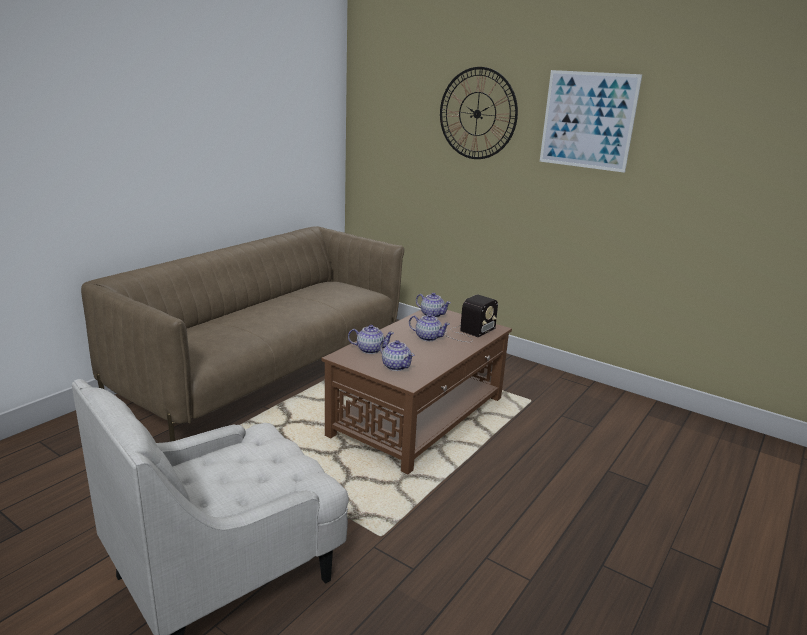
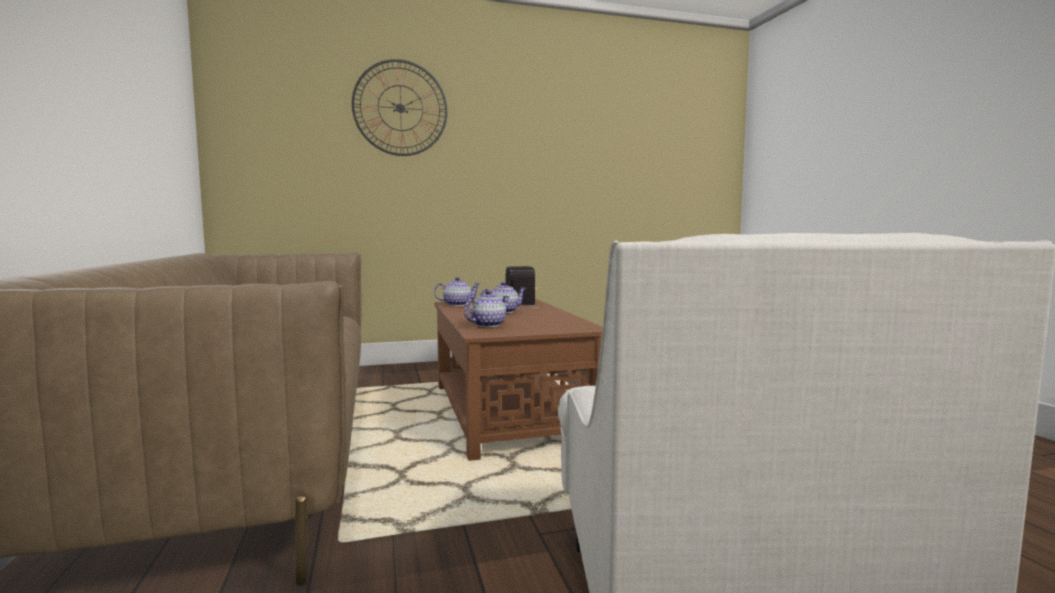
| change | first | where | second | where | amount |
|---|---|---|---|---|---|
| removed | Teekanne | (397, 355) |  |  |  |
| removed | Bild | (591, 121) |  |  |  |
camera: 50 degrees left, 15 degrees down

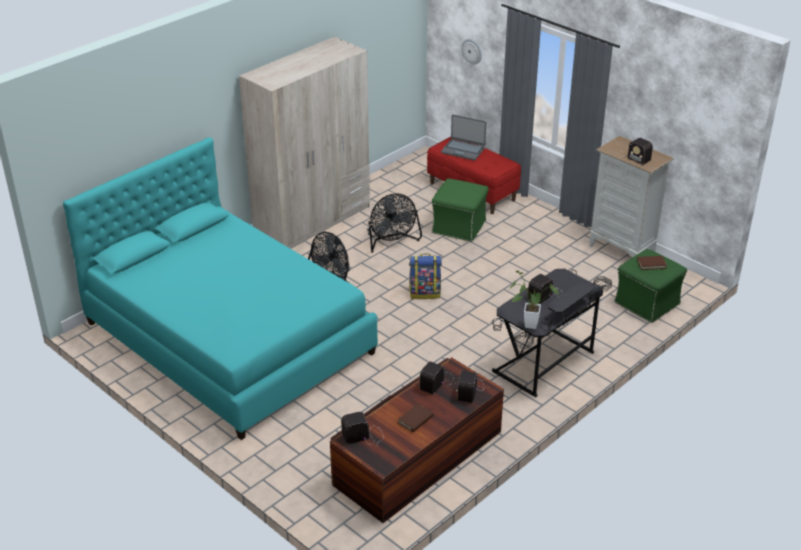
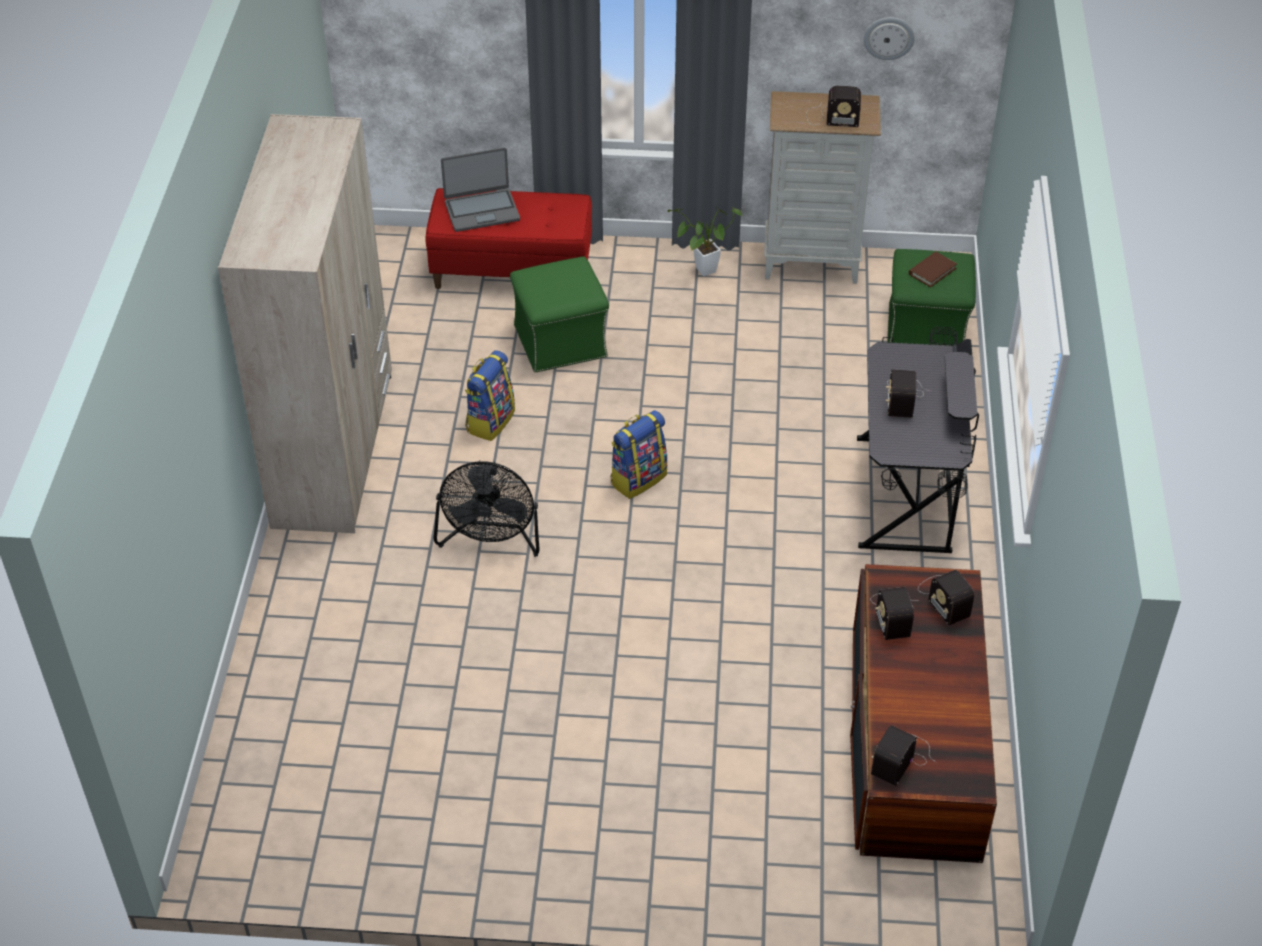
| change | first | where | second | where | amount |
|---|---|---|---|---|---|
| removed | Bett (türkis) | (220, 288) |  |  |  |
| removed | Buch (braun) | (416, 418) |  |  |  |
| moved | Wanduhr | (471, 52) |  | (889, 38) |  |
| moved | Topfpflanze | (533, 299) |  | (704, 241) |  |
| replaced | Ventilator (schwarz) | (394, 223) | Rucksack | (490, 395) |  |
camera: 40 degrees left, 10 degrees up

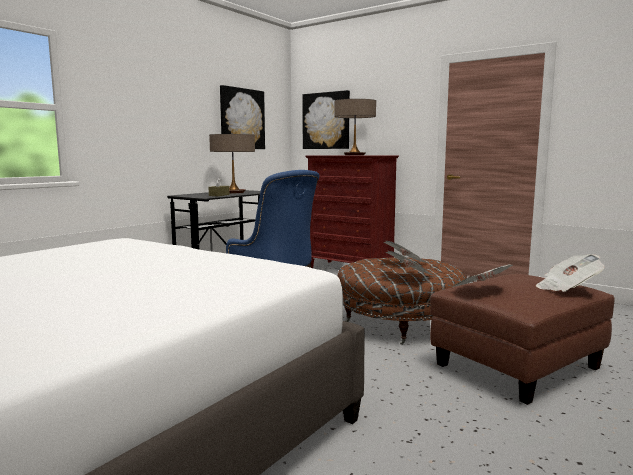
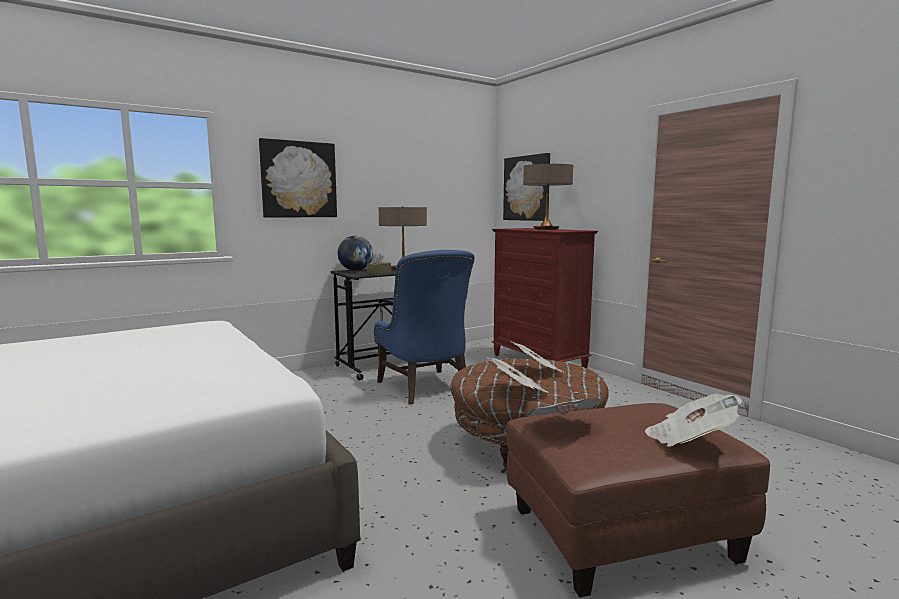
| change | first | where | second | where | amount |
|---|---|---|---|---|---|
| added |  |  | Globus | (355, 253) |  |
| moved | Bild | (242, 117) |  | (298, 178) |  |
camera: 20 degrees right, 0 degrees up

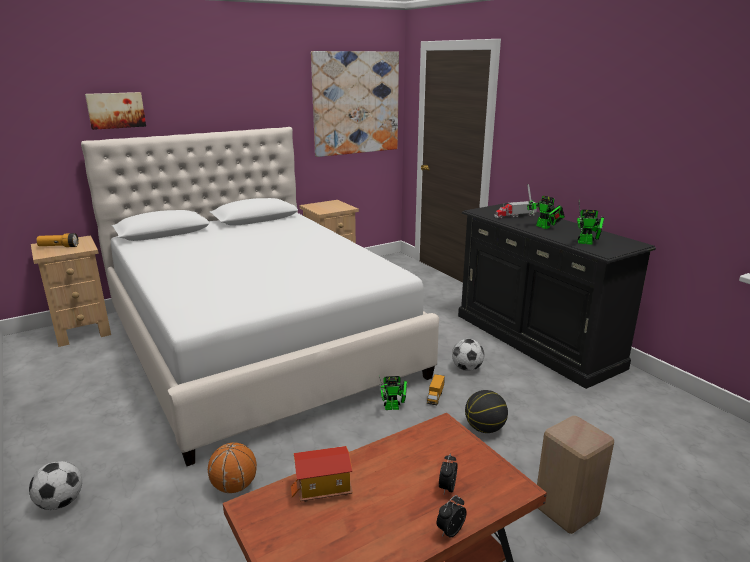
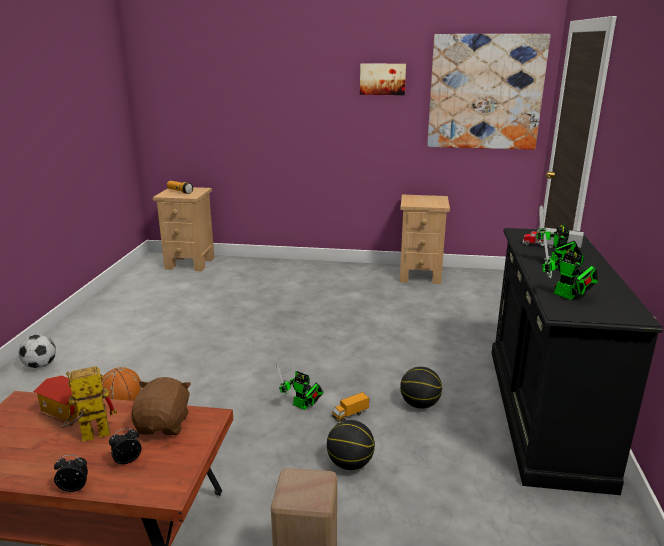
| change | first | where | second | where | amount |
|---|---|---|---|---|---|
| removed | Bett (weiß) | (260, 296) |  |  |  |
| added |  |  | Spielzeugroboter | (89, 404) |  |
| added |  |  | Plüschtier (braun) | (161, 406) |  |
| moved | Bild | (115, 111) |  | (383, 79) |  |
| replaced | Fußball | (468, 355) | Basketball | (421, 388) |  |
camera: 40 degrees right, 0 degrees up

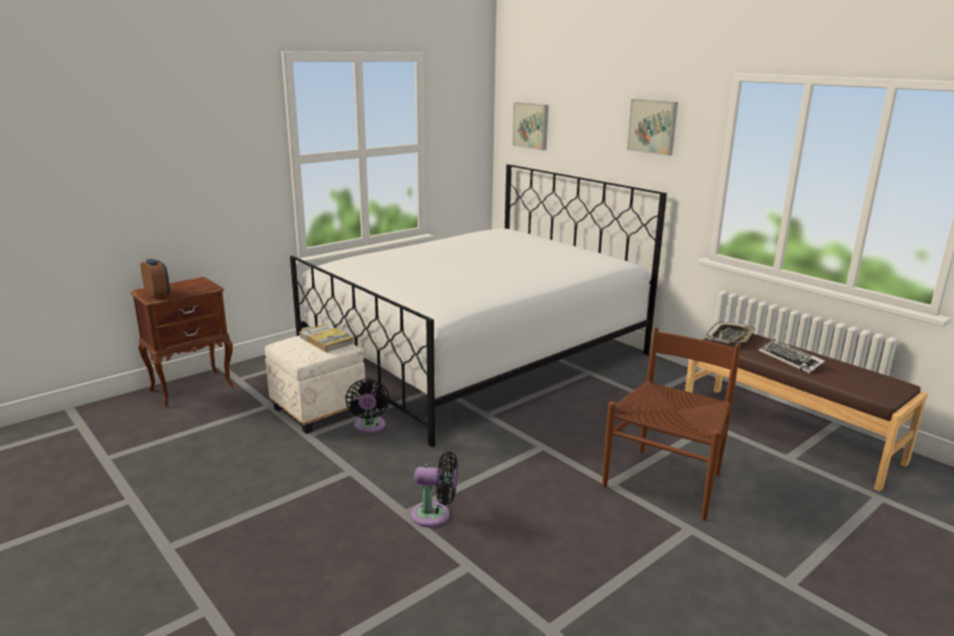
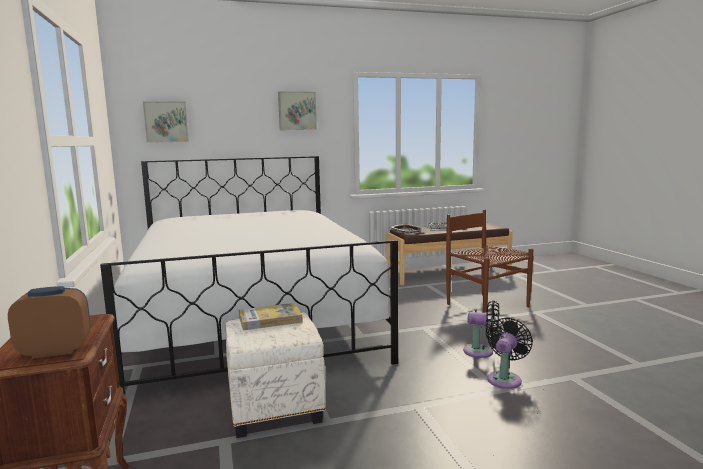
| change | first | where | second | where | amount |
|---|---|---|---|---|---|
| moved | Ventilator (schwarz) | (367, 406) |  | (481, 329) |  |
camera: 65 degrees left, 10 degrees down

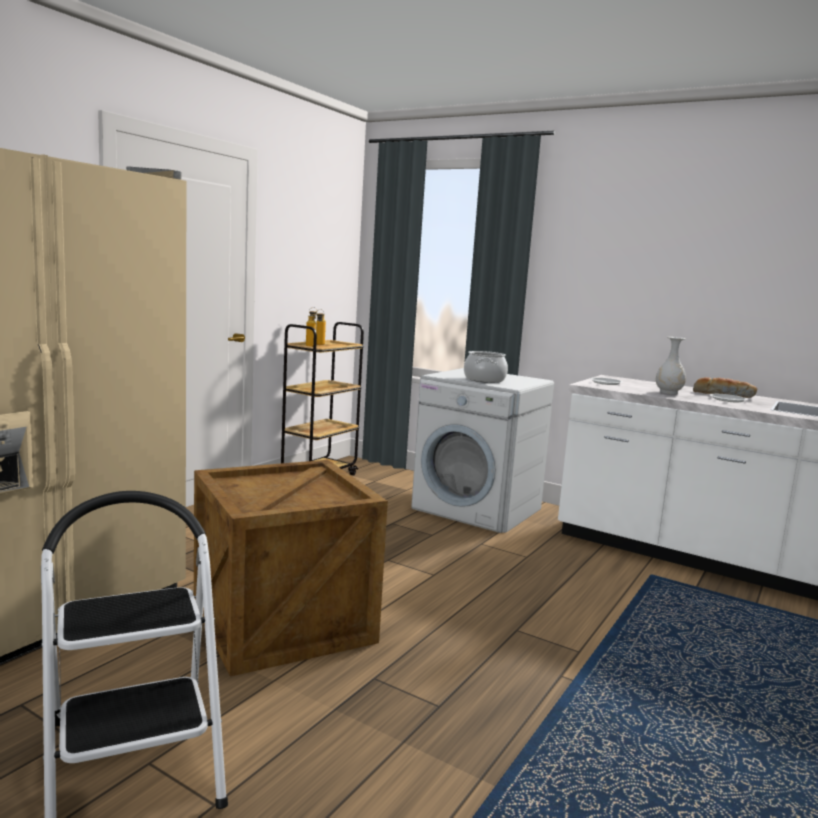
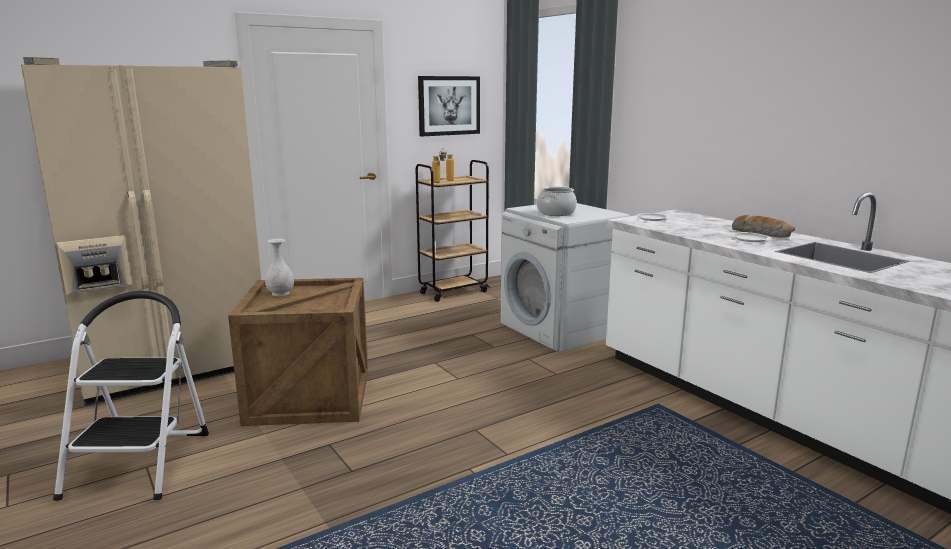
| change | first | where | second | where | amount |
|---|---|---|---|---|---|
| added |  |  | Bild | (449, 106) |  |
| moved | Vase (weiß) | (671, 365) |  | (279, 267) |  |
camera: 25 degrees right, 5 degrees up

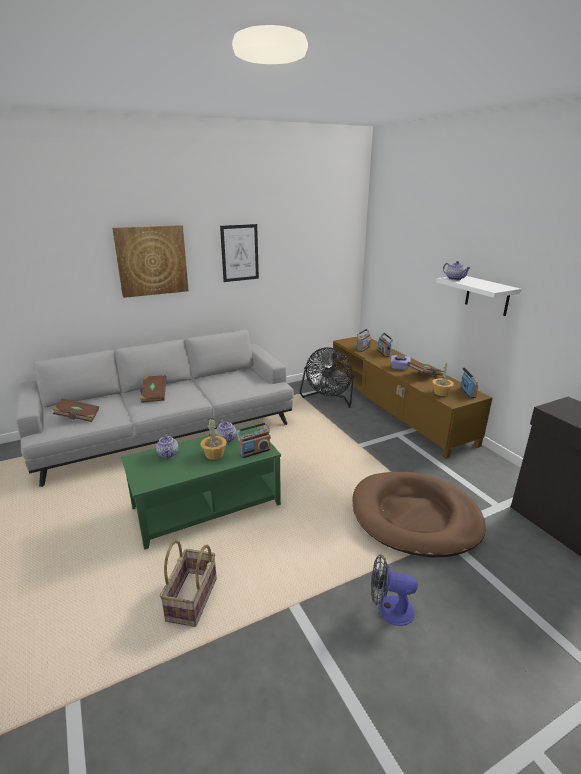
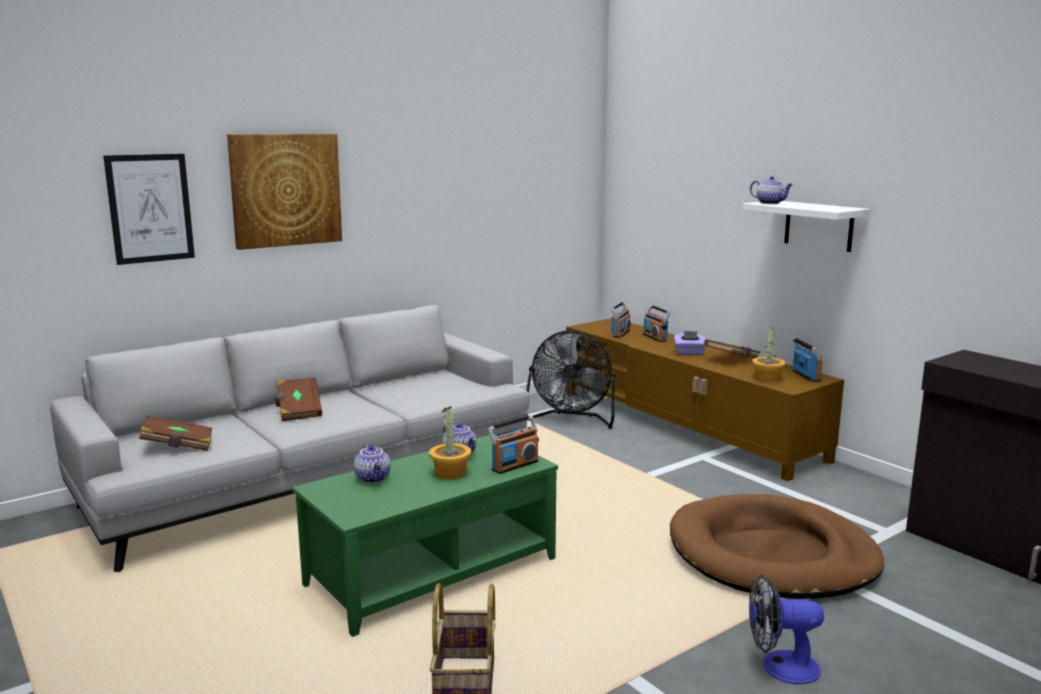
| change | first | where | second | where | amount |
|---|---|---|---|---|---|
| moved | Bild | (239, 253) |  | (149, 209) |  |
camera: 10 degrees left, 10 degrees down

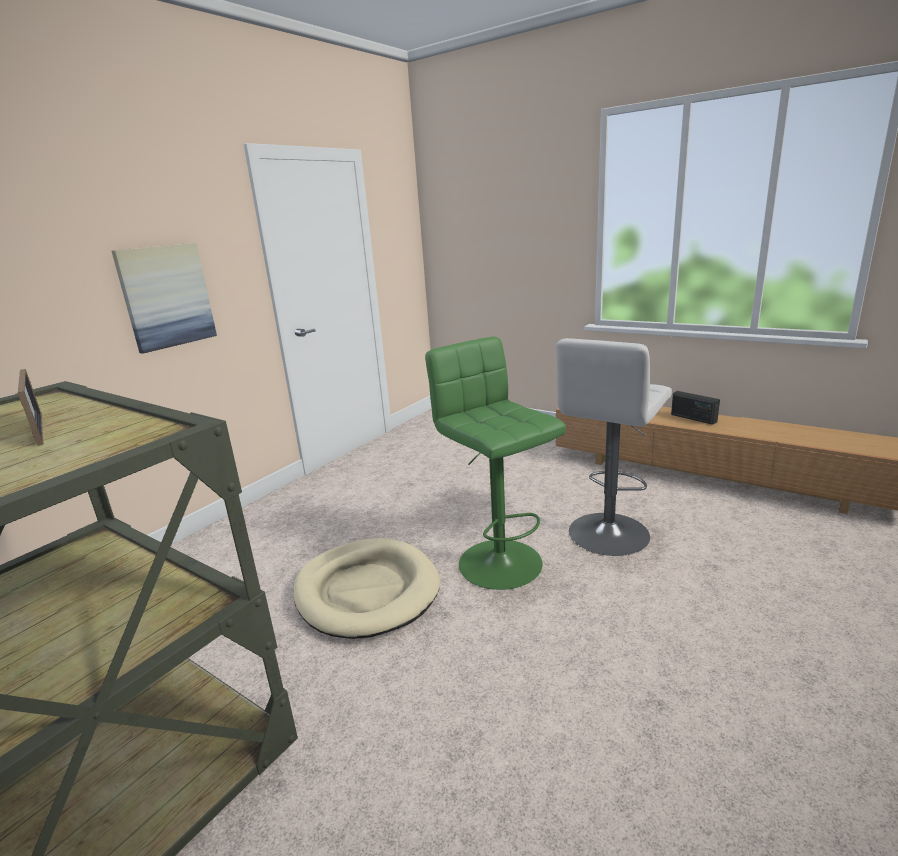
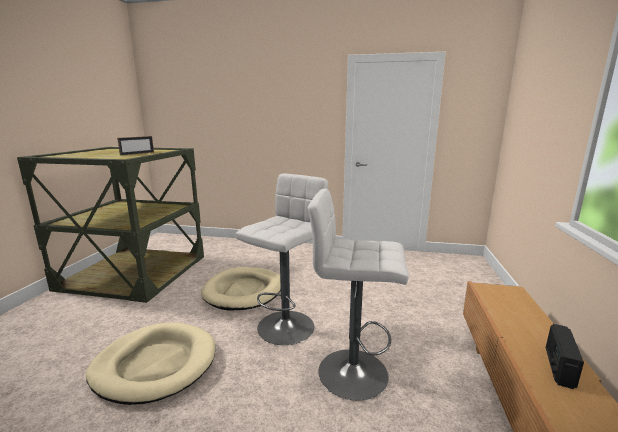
| change | first | where | second | where | amount |
|---|---|---|---|---|---|
| removed | Bild | (164, 298) |  |  |  |
| added |  |  | Hundebett (beige) | (150, 364) |  |
| recoloured | Hocker (grün) | (495, 463) | Hocker (weiß) | (282, 259) |  |
camera: 65 degrees right, 5 degrees down

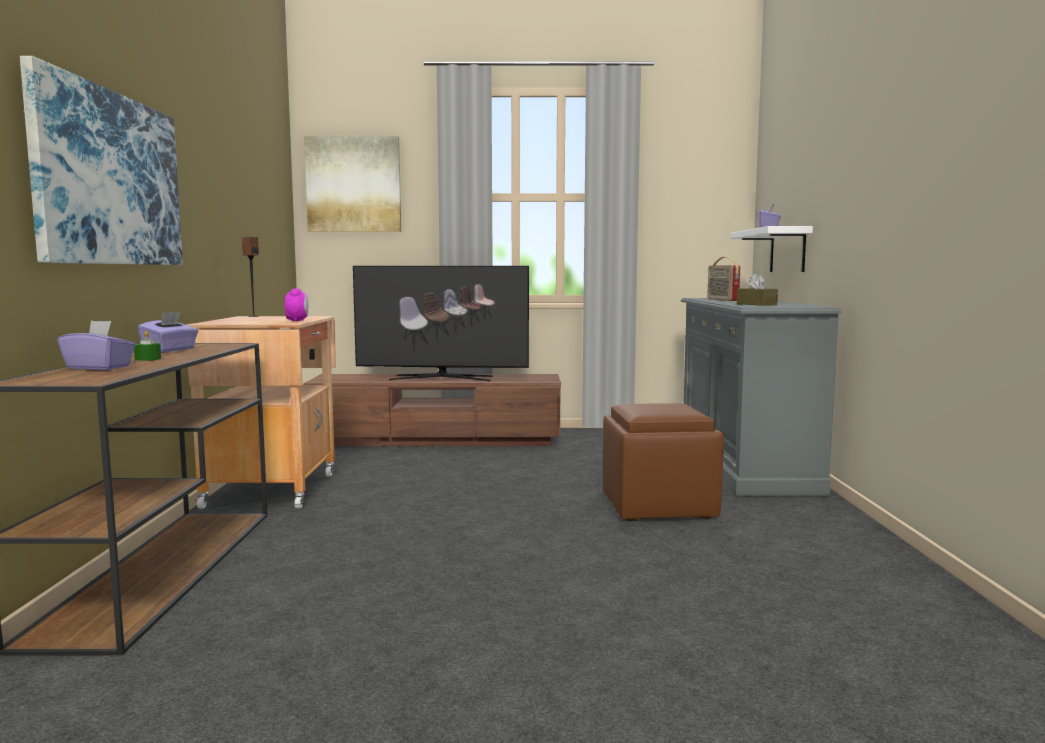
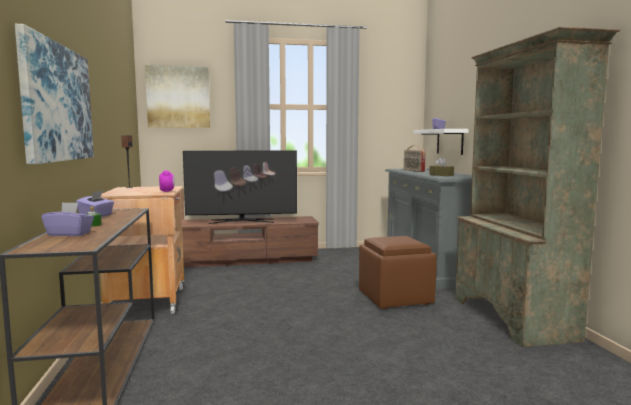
| change | first | where | second | where | amount |
|---|---|---|---|---|---|
| added |  |  | Bücherregal (grün) | (537, 187) |  |
camera: 10 degrees left, 0 degrees up

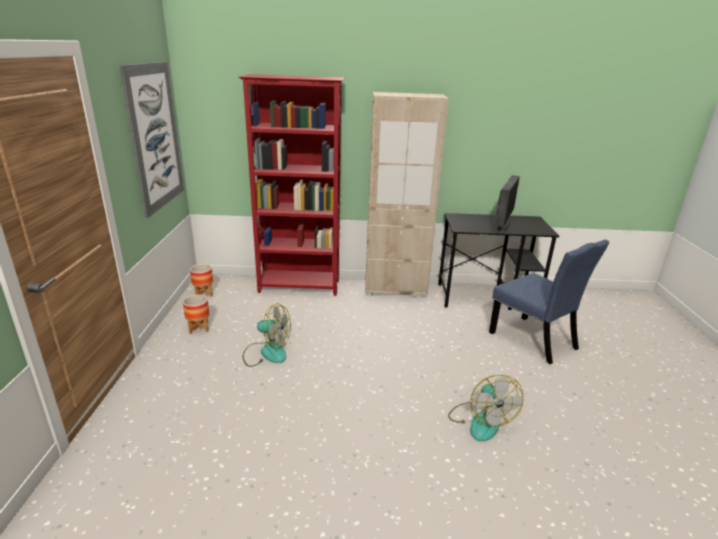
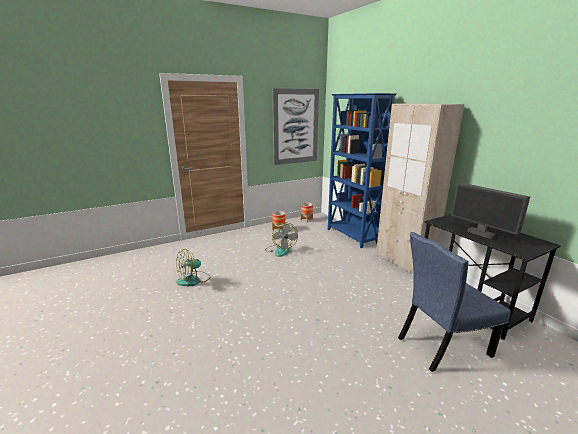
| change | first | where | second | where | amount |
|---|---|---|---|---|---|
| moved | Ventilator | (485, 408) |  | (193, 267) |  |
| recoloured | Bücherregal (rot) | (292, 185) | Bücherregal (blau) | (362, 170) |  |
| turned | Stuhl (blau) | (549, 302) |  | (454, 302) | 45 degrees clockwise |
| turned | Monitor | (508, 203) |  | (490, 211) | 60 degrees clockwise |
camera: 60 degrees right, 5 degrees down

